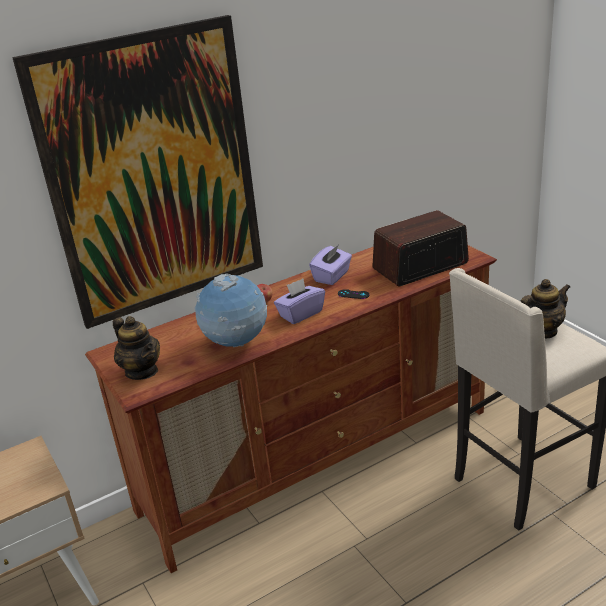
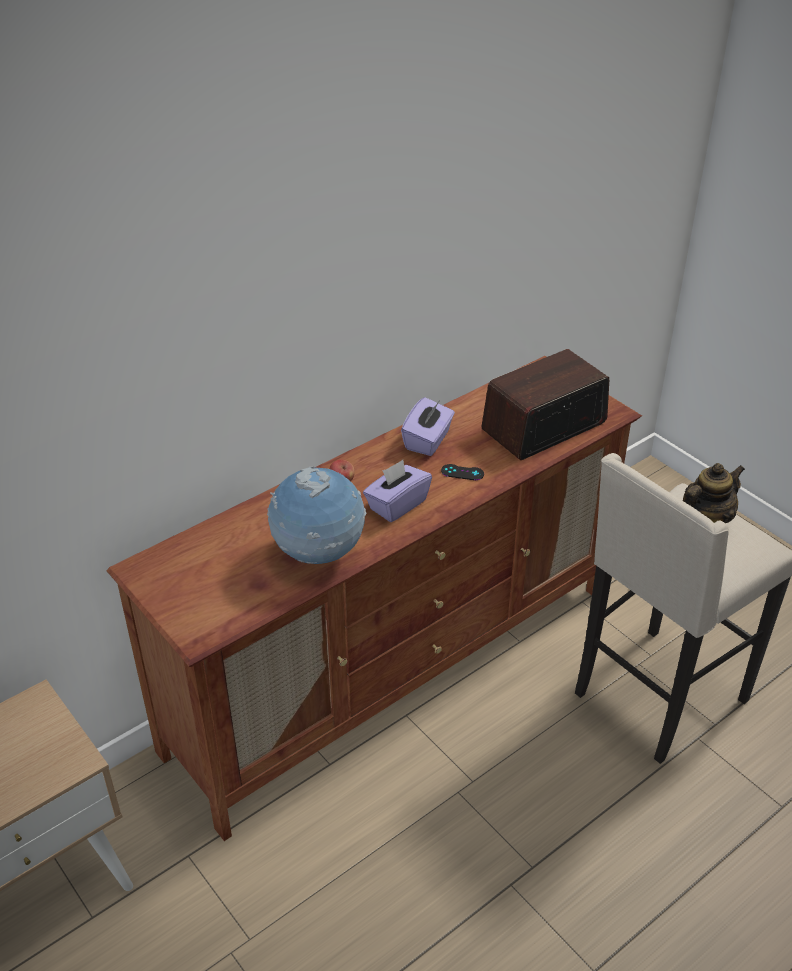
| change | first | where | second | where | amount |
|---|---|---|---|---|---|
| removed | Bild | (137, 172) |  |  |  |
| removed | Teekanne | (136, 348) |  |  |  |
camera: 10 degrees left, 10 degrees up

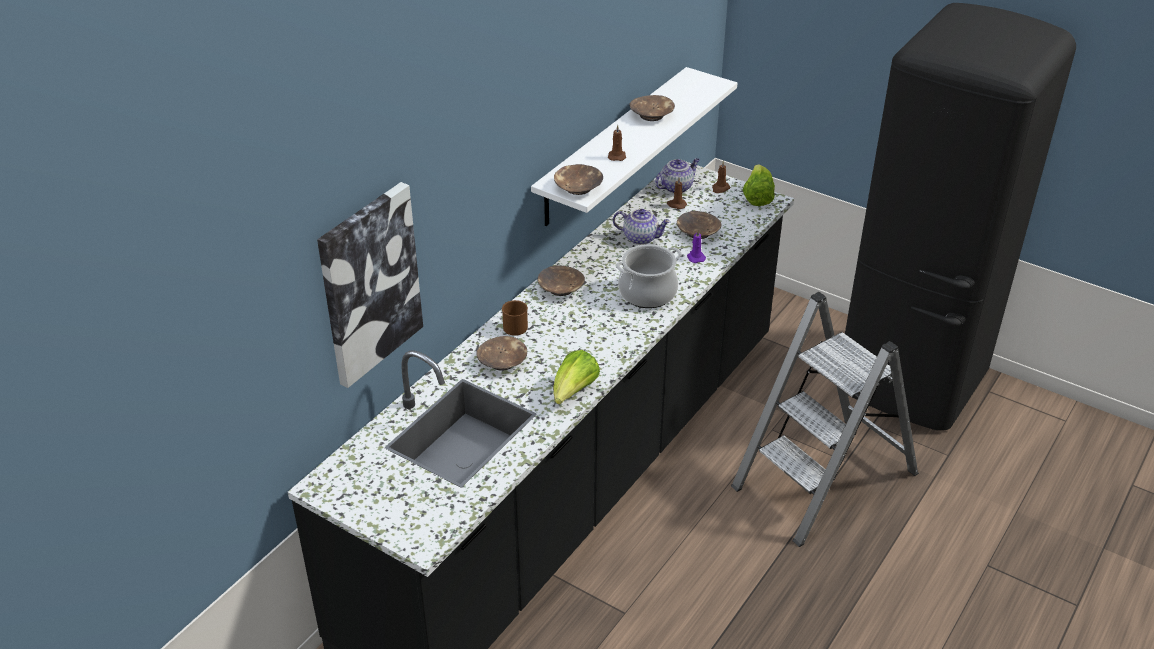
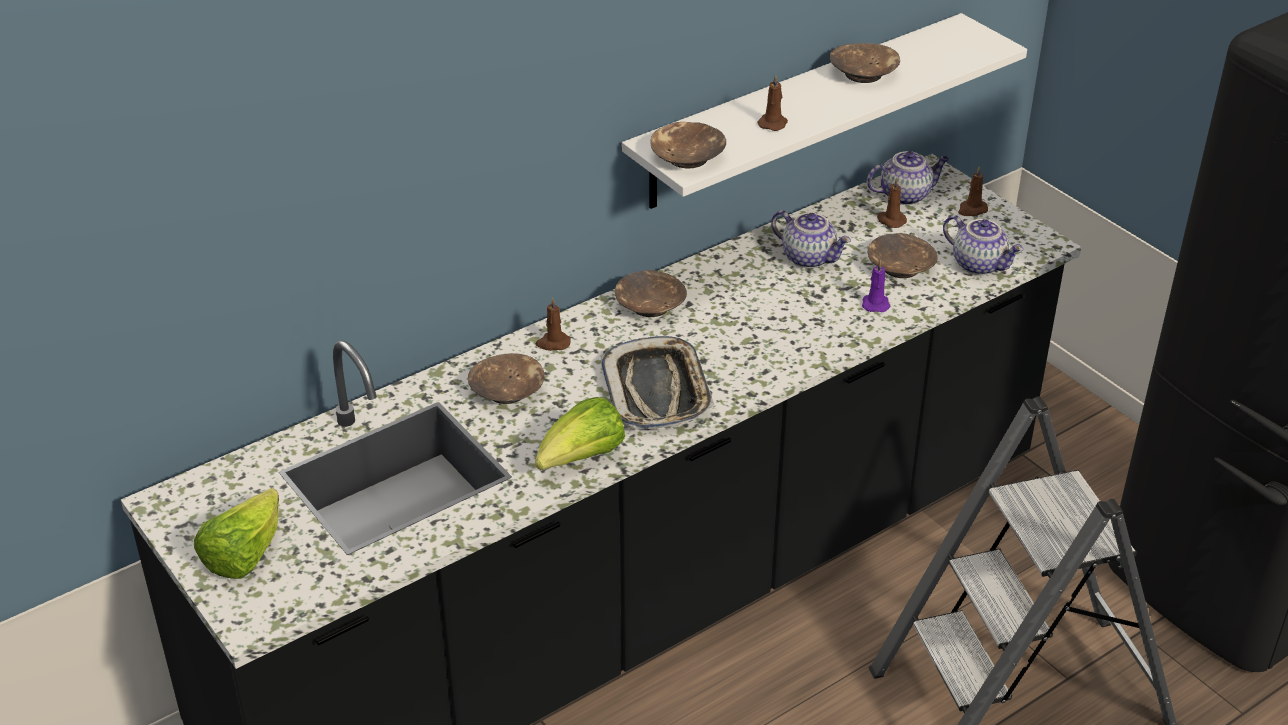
| change | first | where | second | where | amount |
|---|---|---|---|---|---|
| removed | Bild | (370, 285) |  |  |  |
| removed | Kochtopf | (649, 276) |  |  |  |
| added |  |  | Tablett | (658, 383) |  |
| added |  |  | Teekanne | (983, 245) |  |
| moved | Salatkopf | (759, 185) |  | (236, 533) |  |
| replaced | Henkelbecher (braun) | (515, 318) | Kerze (braun) | (553, 324) |  |
camera: 20 degrees right, 0 degrees up

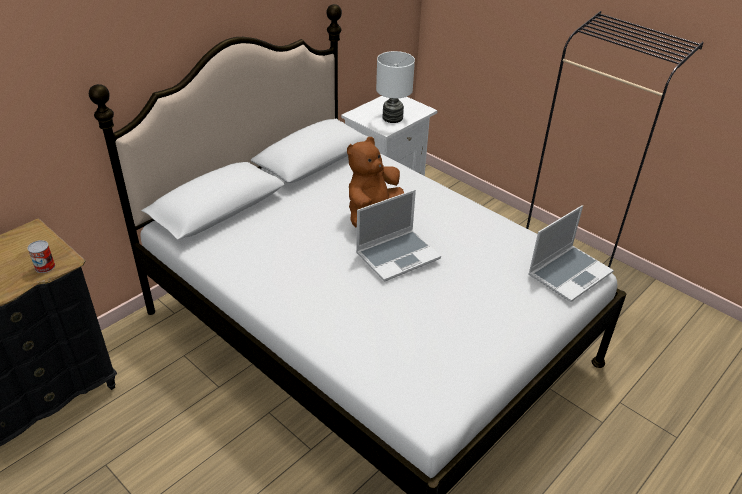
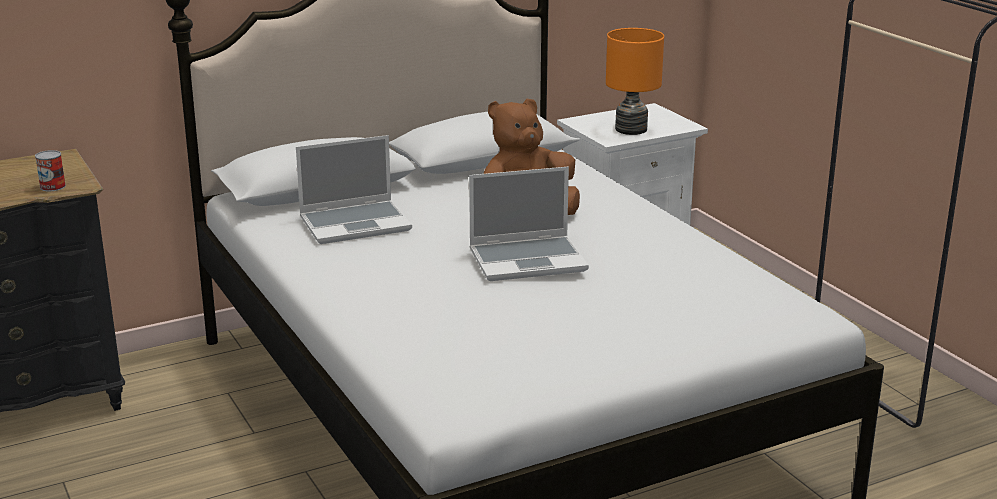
| change | first | where | second | where | amount |
|---|---|---|---|---|---|
| moved | Laptop | (571, 253) |  | (354, 189) |  |
| recoloured | Tischlampe (weiß) | (395, 87) | Tischlampe (orange) | (635, 81) |  |
camera: 20 degrees right, 15 degrees down

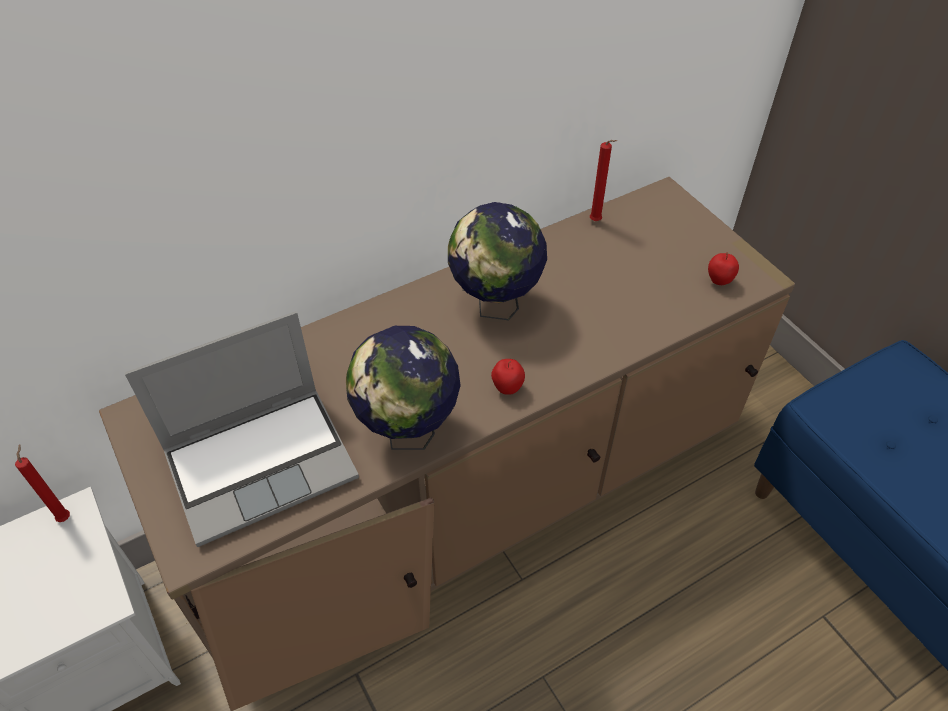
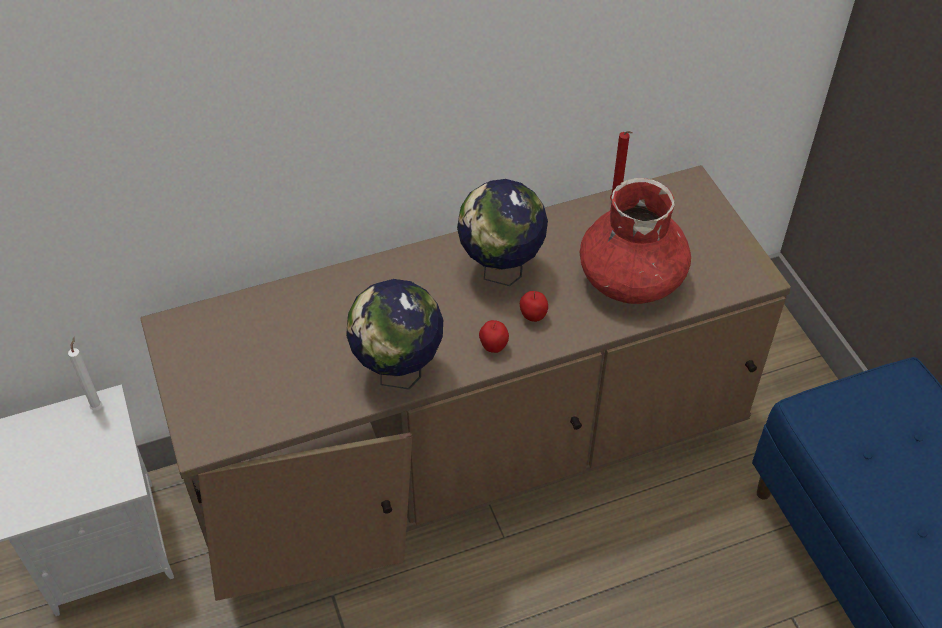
| change | first | where | second | where | amount |
|---|---|---|---|---|---|
| removed | Laptop | (242, 429) |  |  |  |
| added |  |  | Vase (rot) | (635, 241) |  |
| moved | Apfel | (723, 268) |  | (534, 306) |  |
| recoloured | Kerze (rot) | (42, 483) | Kerze (weiß) | (85, 374) |  |
camera: 10 degrees right, 0 degrees up

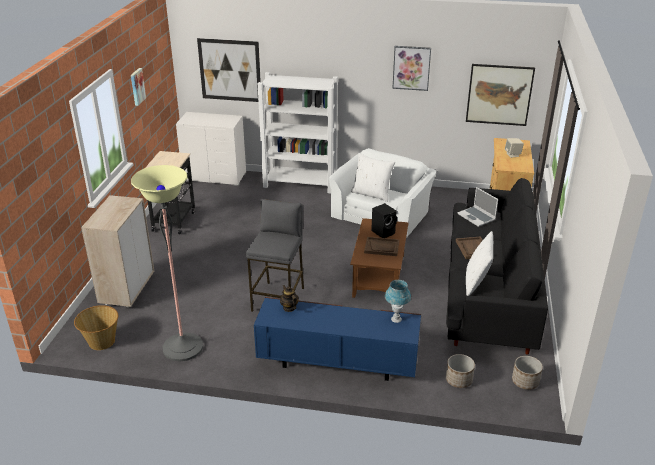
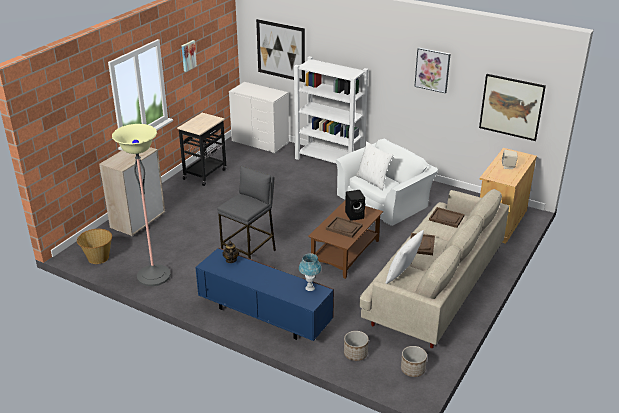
| change | first | where | second | where | amount |
|---|---|---|---|---|---|
| replaced | Laptop | (478, 207) | Tablett (braun) | (447, 217) |  |
| recoloured | Sofa (schwarz) | (497, 266) | Sofa (beige) | (434, 268) |  |
camera: 20 degrees right, 0 degrees up

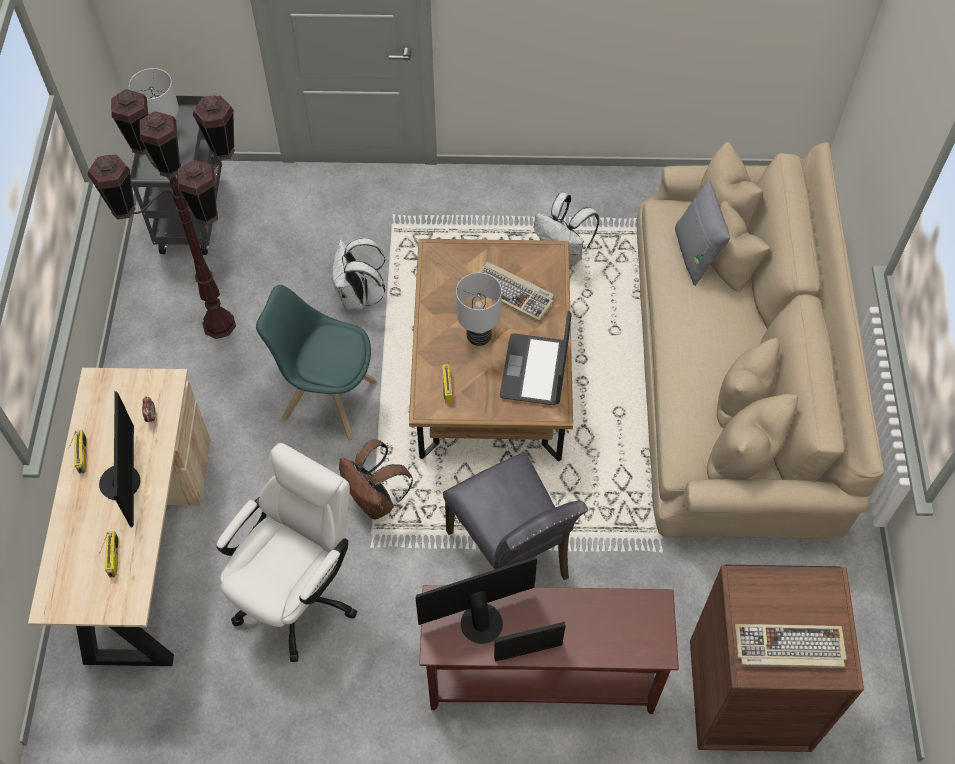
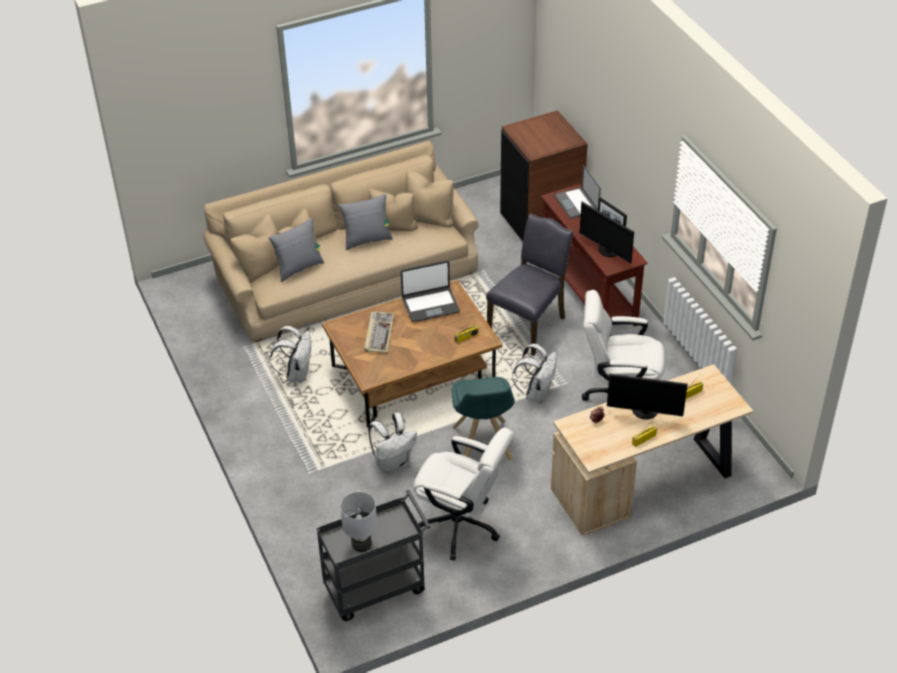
| change | first | where | second | where | amount |
|---|---|---|---|---|---|
| removed | Tischlampe (grau) | (479, 309) |  |  |  |
| removed | Tastatur | (790, 646) |  |  |  |
| added |  |  | Kissen (grau) | (365, 221) |  |
| added |  |  | Laptop | (577, 192) |  |
| replaced | Stehlampe (braun) | (162, 214) | Bürostuhl (weiß) | (463, 494) |  |
| recoloured | Rucksack (braun) | (376, 479) | Rucksack (weiß) | (534, 373) |  |
| turned | Monitor | (119, 459) |  | (647, 396) | 135 degrees counterclockwise |
camera: 115 degrees left, 15 degrees down

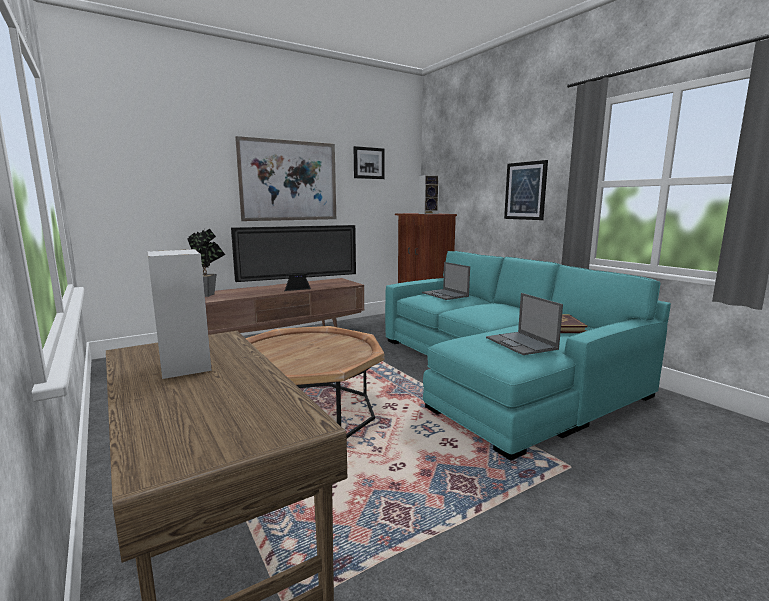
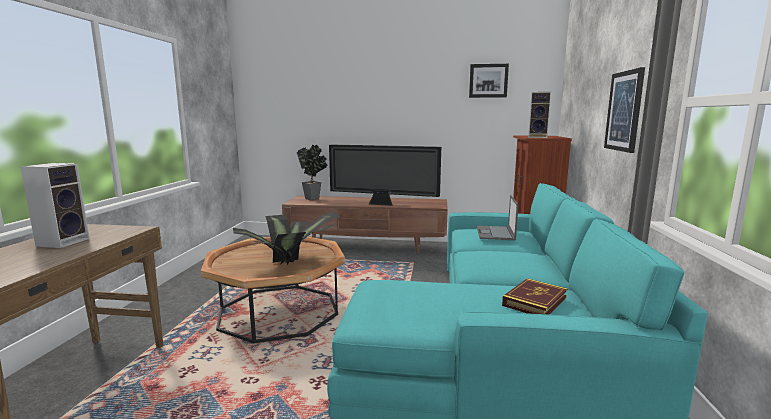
| change | first | where | second | where | amount |
|---|---|---|---|---|---|
| removed | Bild | (285, 178) |  |  |  |
| removed | Laptop | (524, 324) |  |  |  |
| added |  |  | Topfpflanze | (286, 238) |  |
camera: 40 degrees right, 0 degrees up

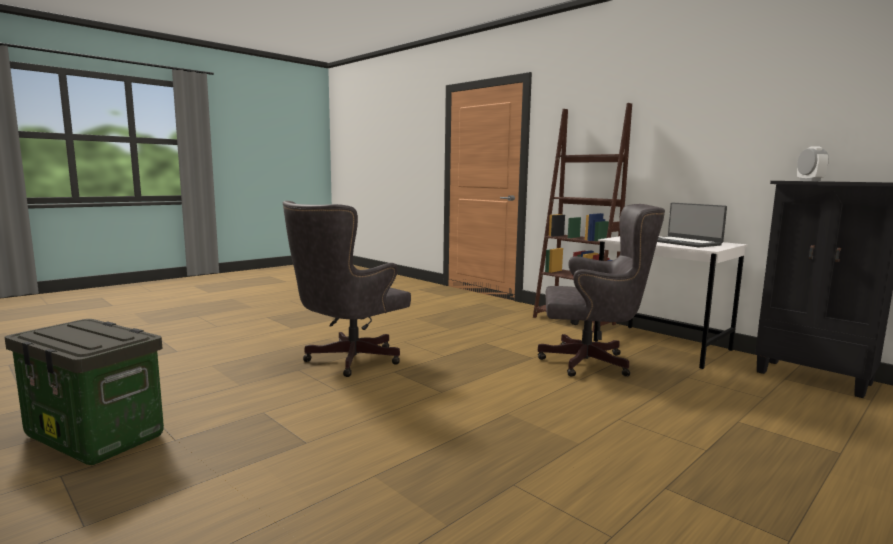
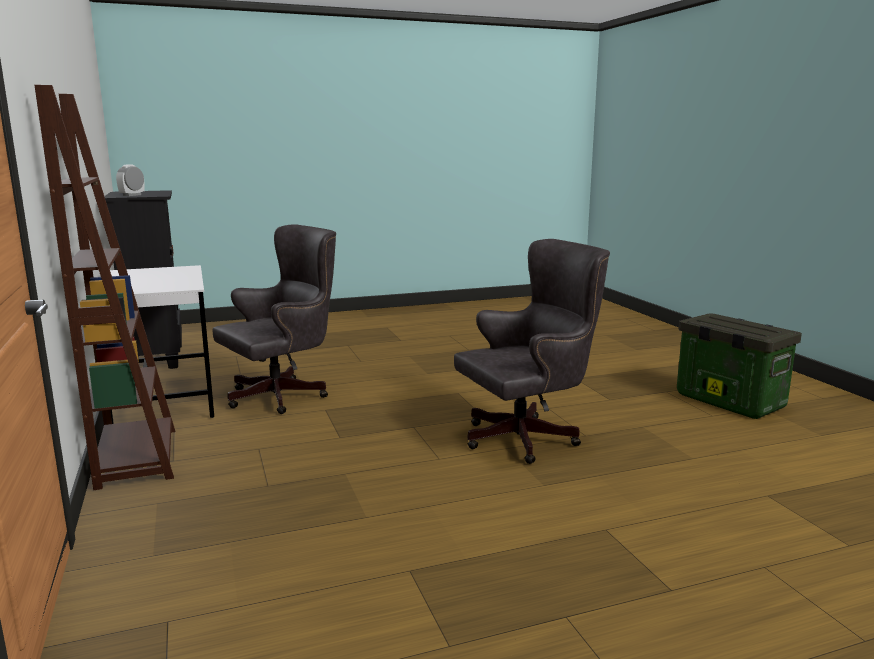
| change | first | where | second | where | amount |
|---|---|---|---|---|---|
| removed | Laptop | (692, 225) |  |  |  |
| turned | Bürostuhl (grau) | (601, 290) |  | (274, 319) | 105 degrees clockwise |
camera: 155 degrees left, 5 degrees up

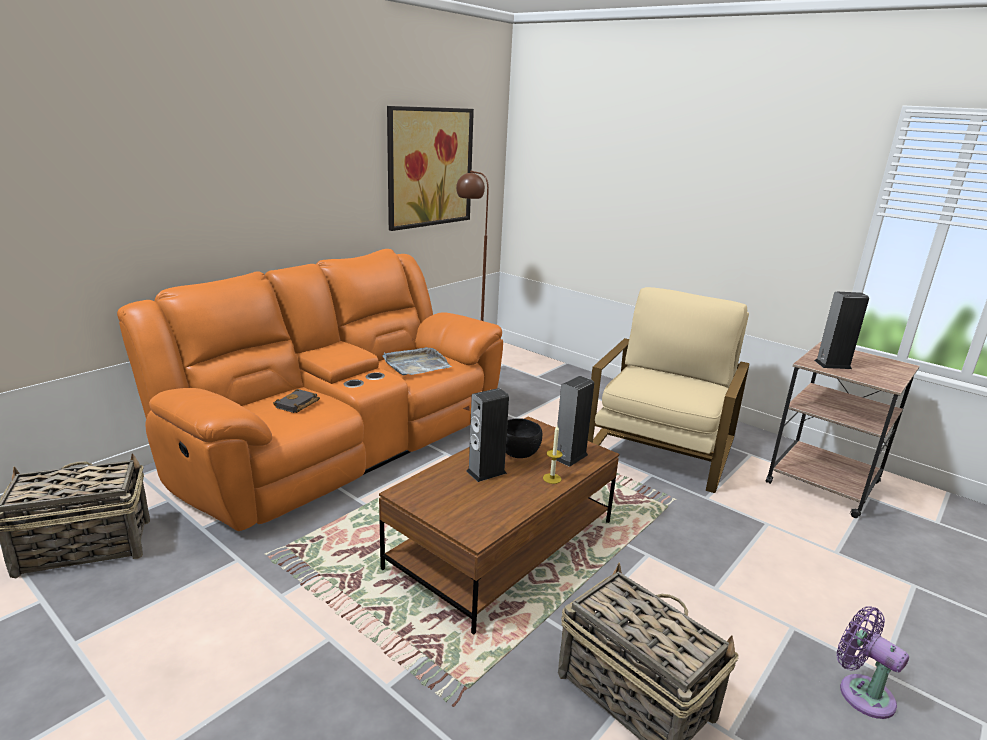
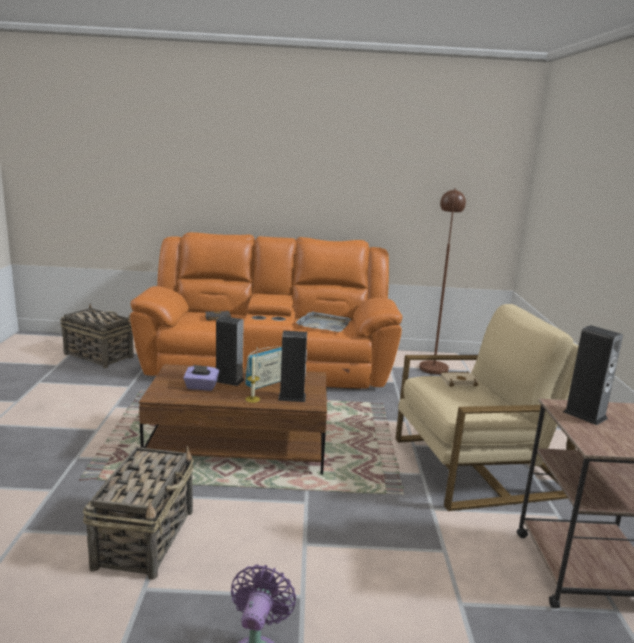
| change | first | where | second | where | amount |
|---|---|---|---|---|---|
| removed | Bild | (430, 168) |  |  |  |
| added |  |  | Taschentuchbox (lila) | (201, 378) |  |
| added |  |  | Buch (beige) | (460, 379) |  |
| replaced | Schüssel (schwarz) | (524, 438) | Radio | (263, 368) |  |
camera: 50 degrees right, 5 degrees down

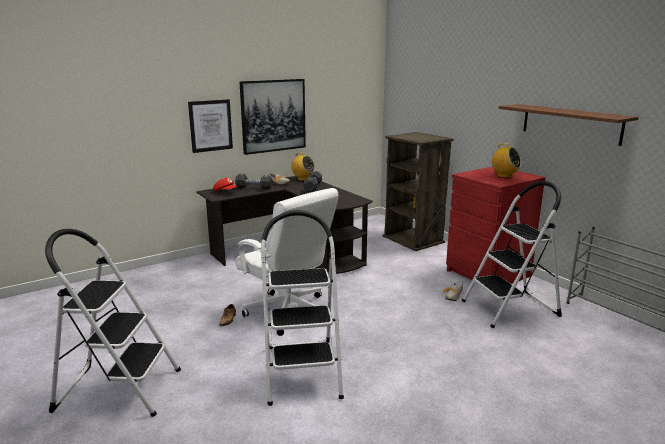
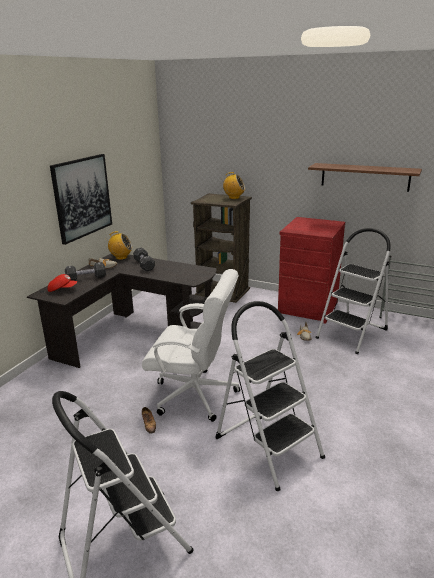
| change | first | where | second | where | amount |
|---|---|---|---|---|---|
| removed | Bild | (210, 126) |  |  |  |
| moved | Radio | (507, 160) |  | (234, 185) |  |
camera: 30 degrees left, 5 degrees up

